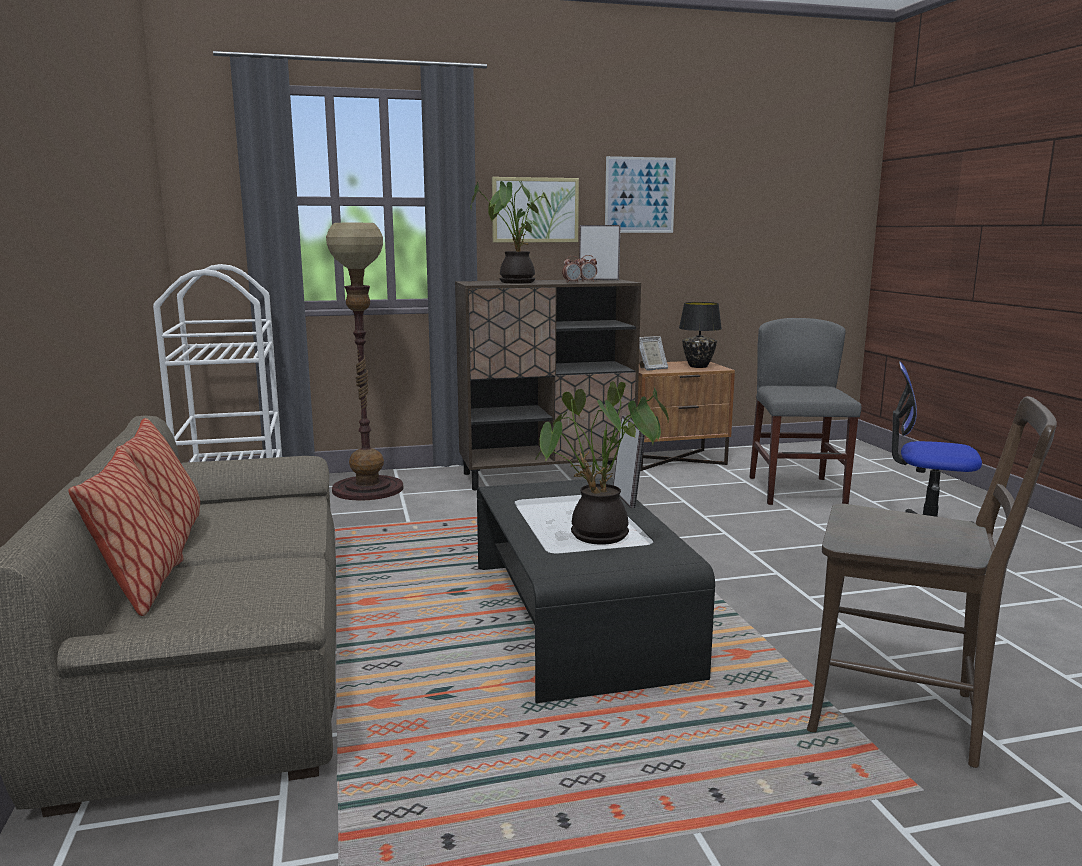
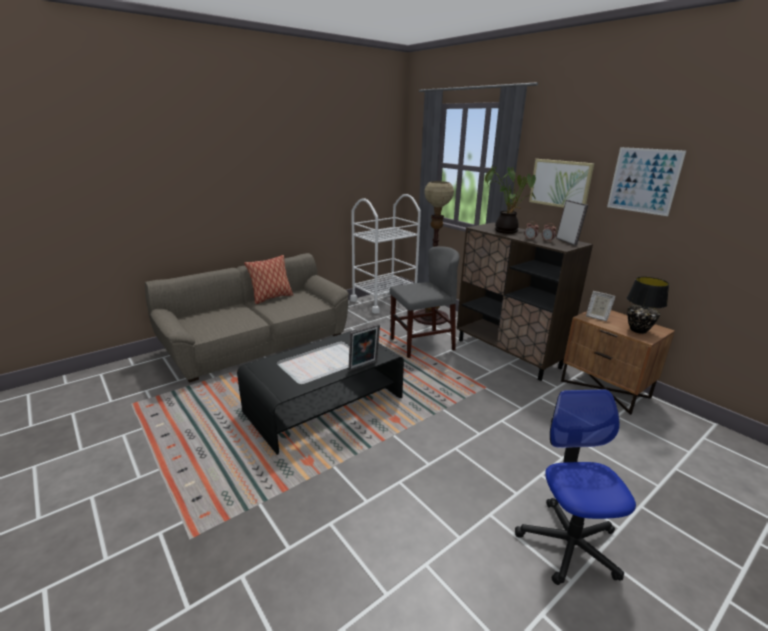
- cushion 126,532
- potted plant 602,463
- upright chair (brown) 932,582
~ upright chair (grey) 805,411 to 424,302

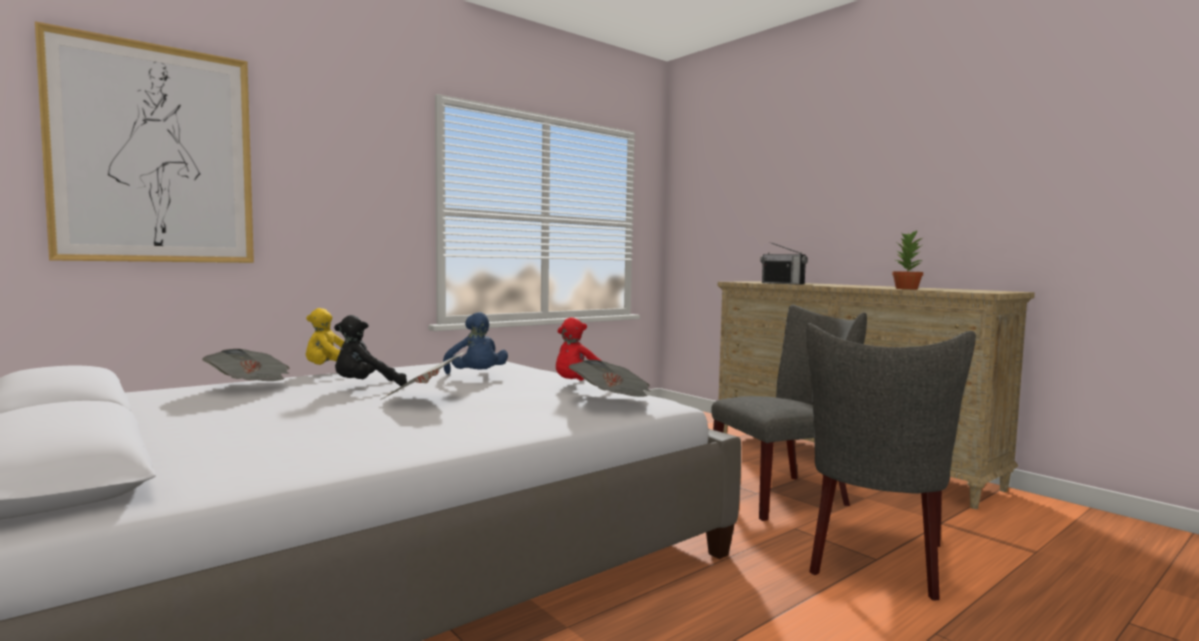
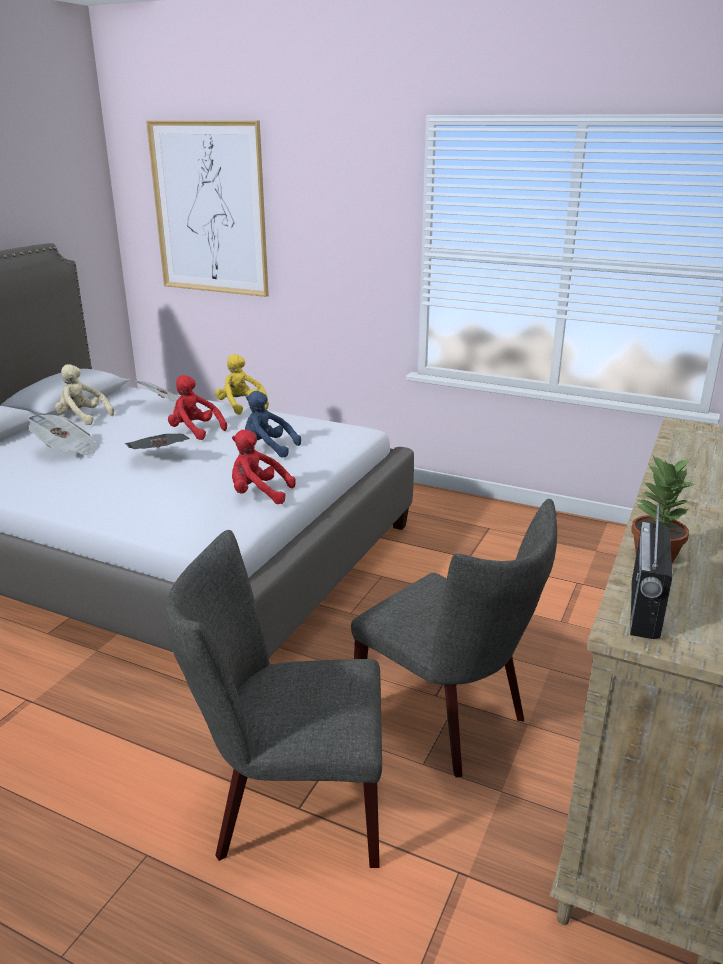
+ plush toy (beige) 84,394
~ newspaper 610,378 to 62,435
~ radio receiver 784,263 to 651,569
~ plush toy (black) 370,350 to plush toy (reddish) 197,407
~ plush toy (bluish) 475,343 = 273,424 75 degrees clockwise

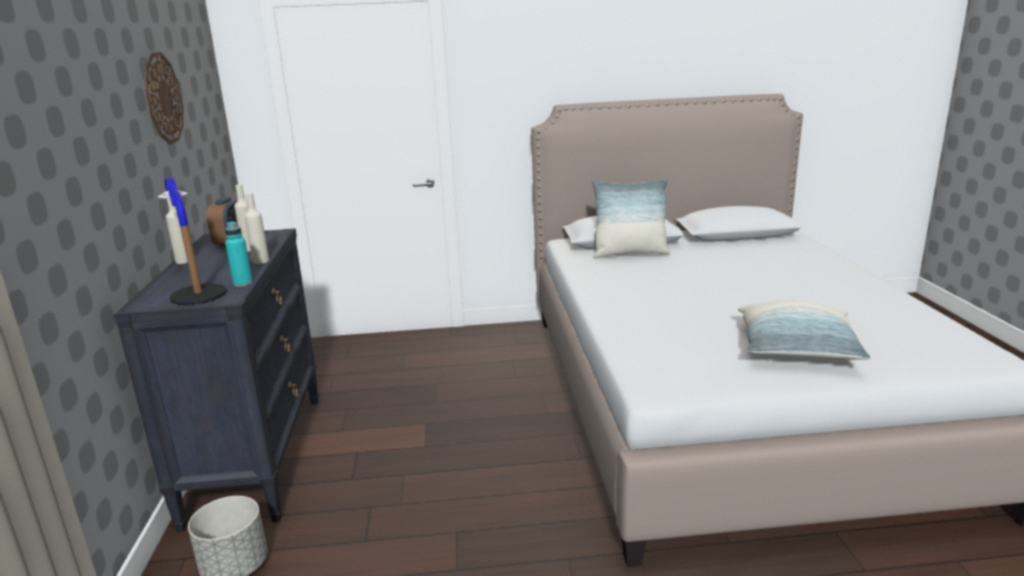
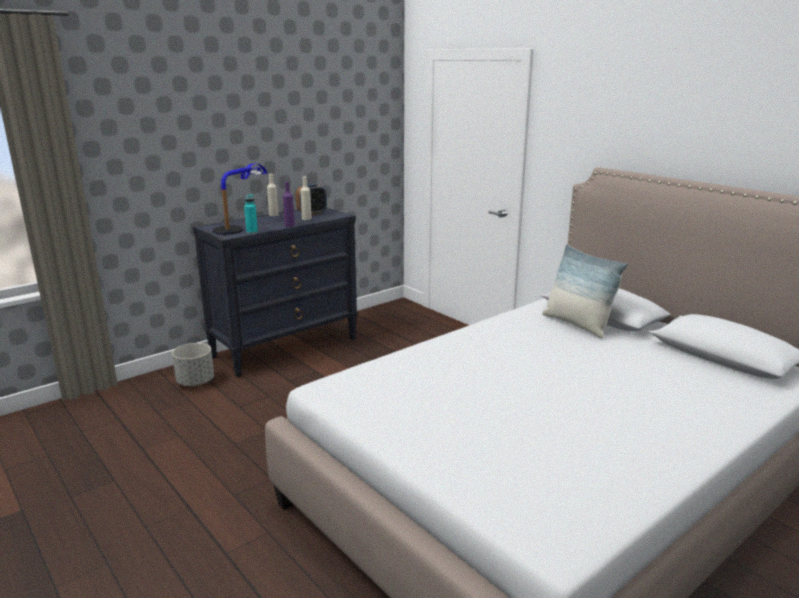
- clock on the wall 164,98
- cushion 804,330
~ beverage bottle (beige) 257,228 to beverage bottle (purplish) 289,204

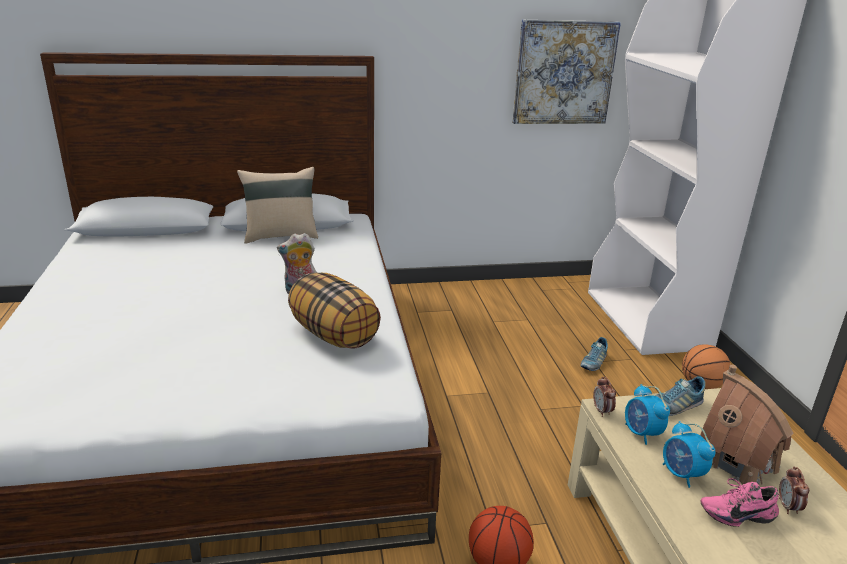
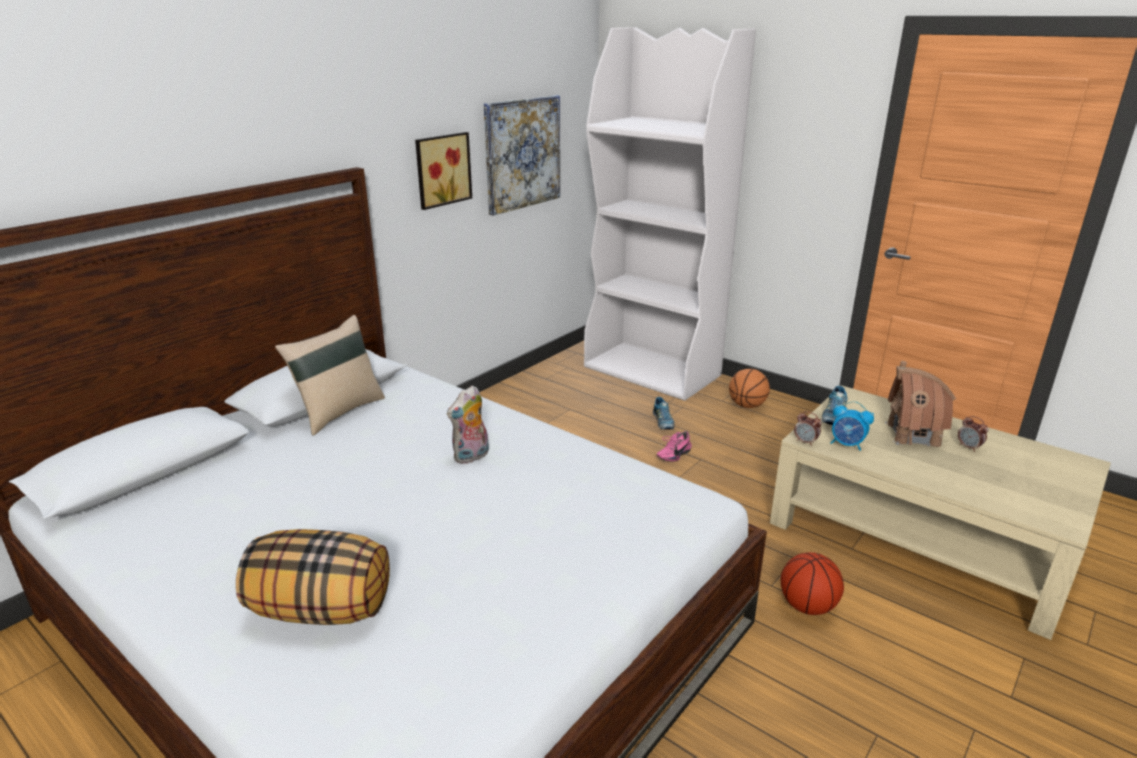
- alarm clock 689,454
+ picture 443,171
~ cushion 334,311 to 313,577
~ low shoe (pink-coloured) 740,502 to 674,446

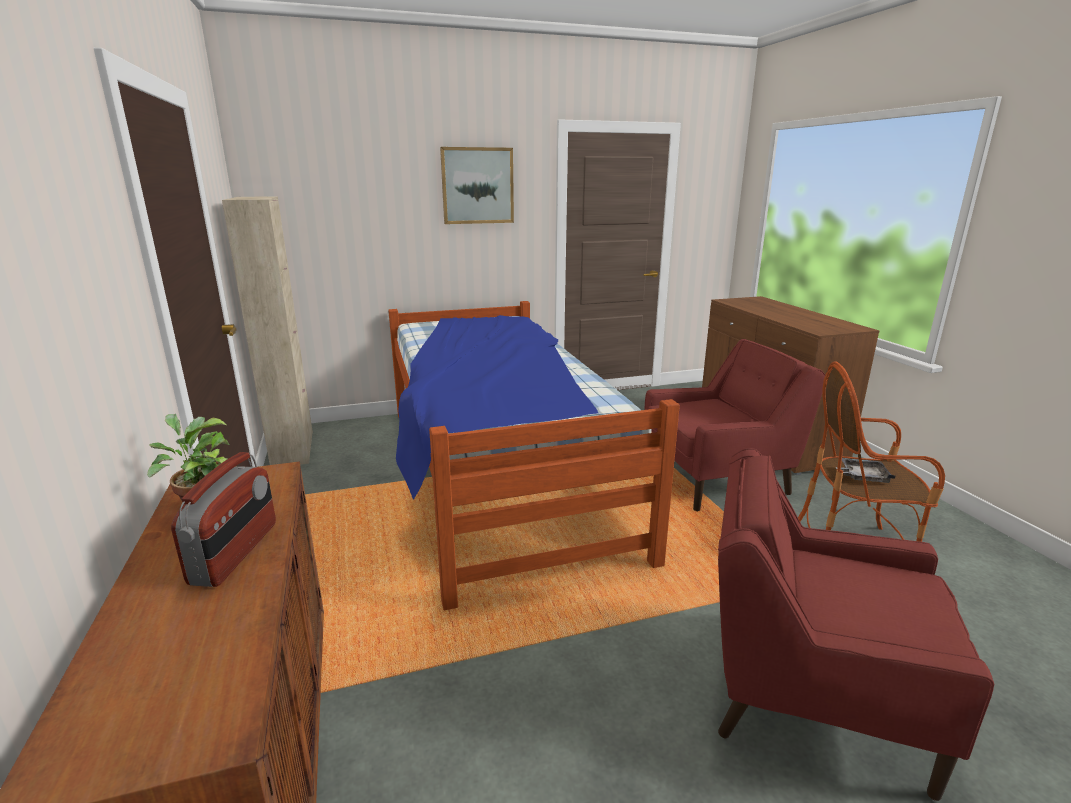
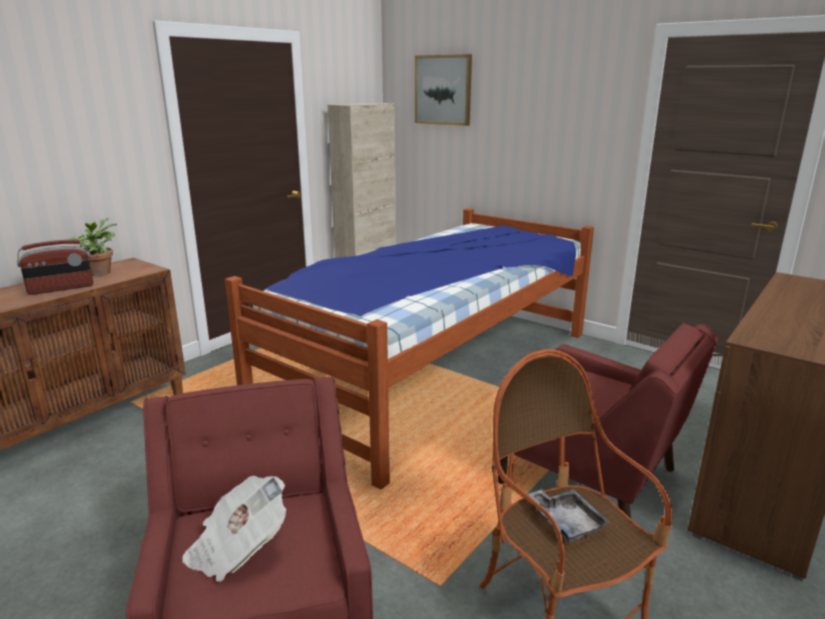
+ newspaper 234,528
~ picture 477,185 to 443,90

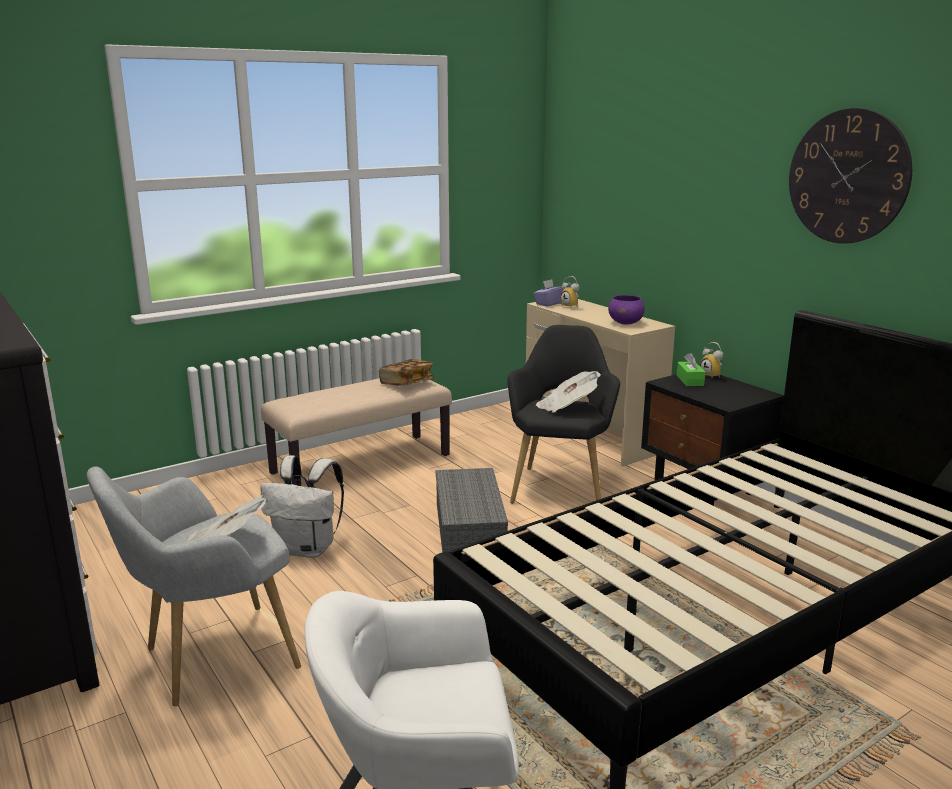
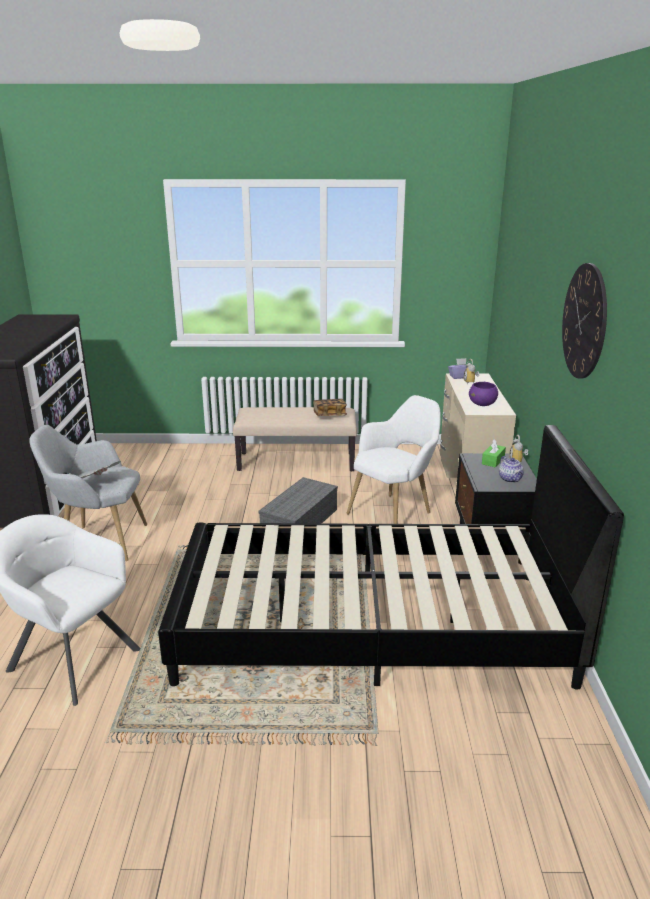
- rucksack (white-coloured) 302,506
- newspaper 568,392
+ tea pot 511,469
~ armchair (black) 563,414 to armchair (white-coloured) 394,459

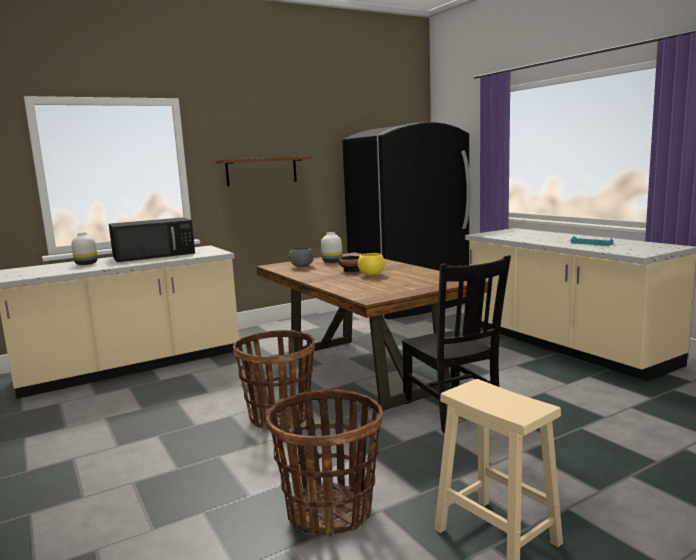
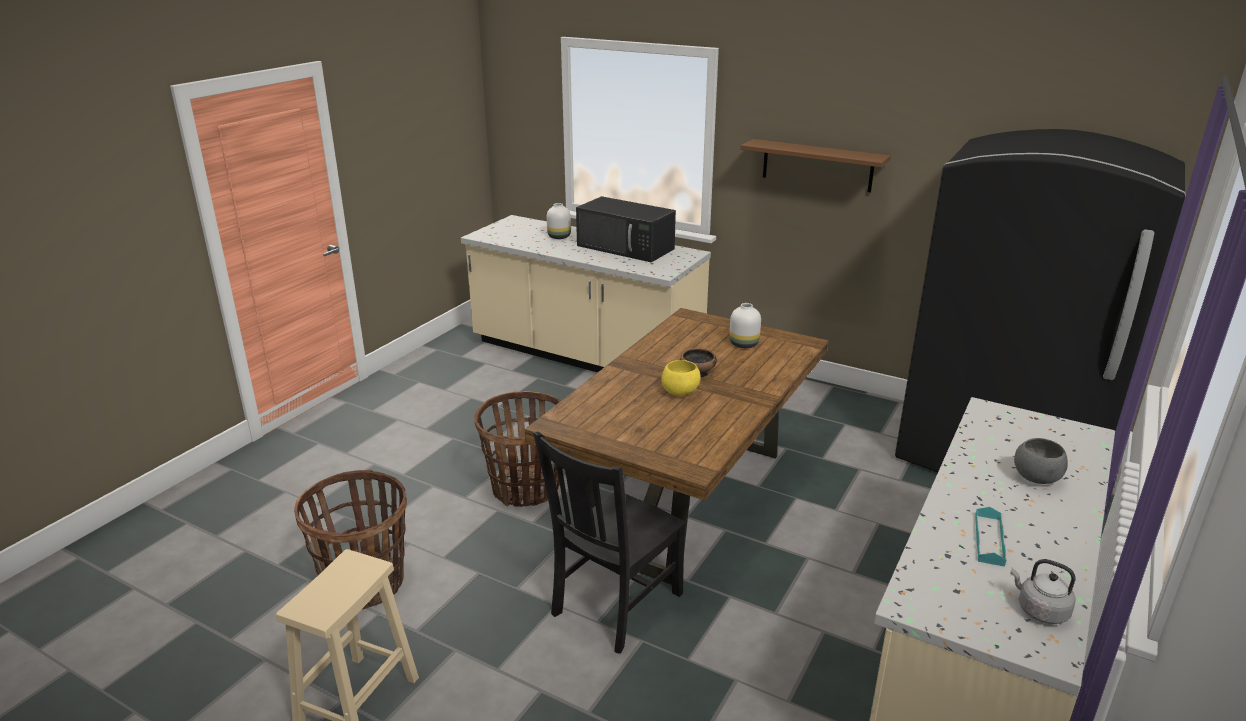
+ kettle (grey) 1043,591
~ bowl (grey) 301,257 to 1041,461

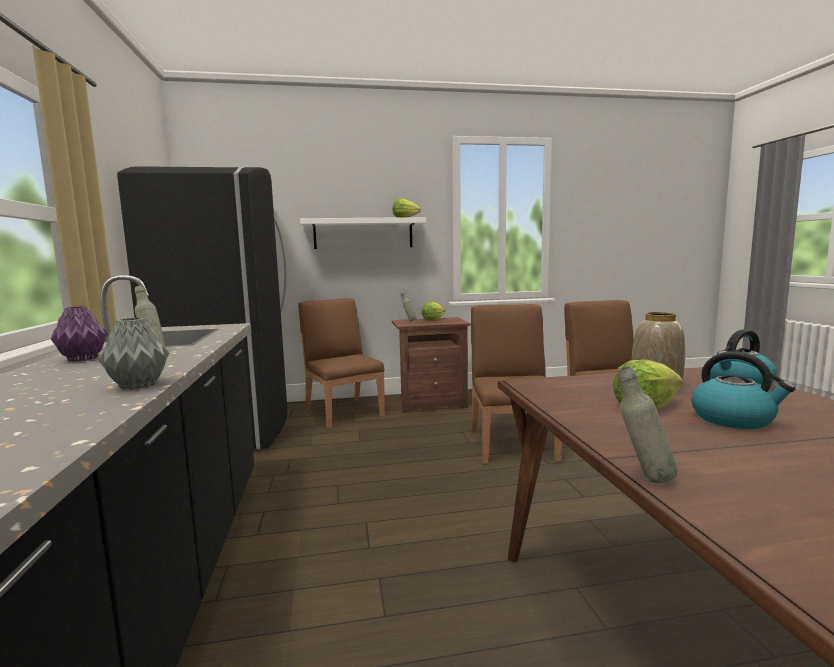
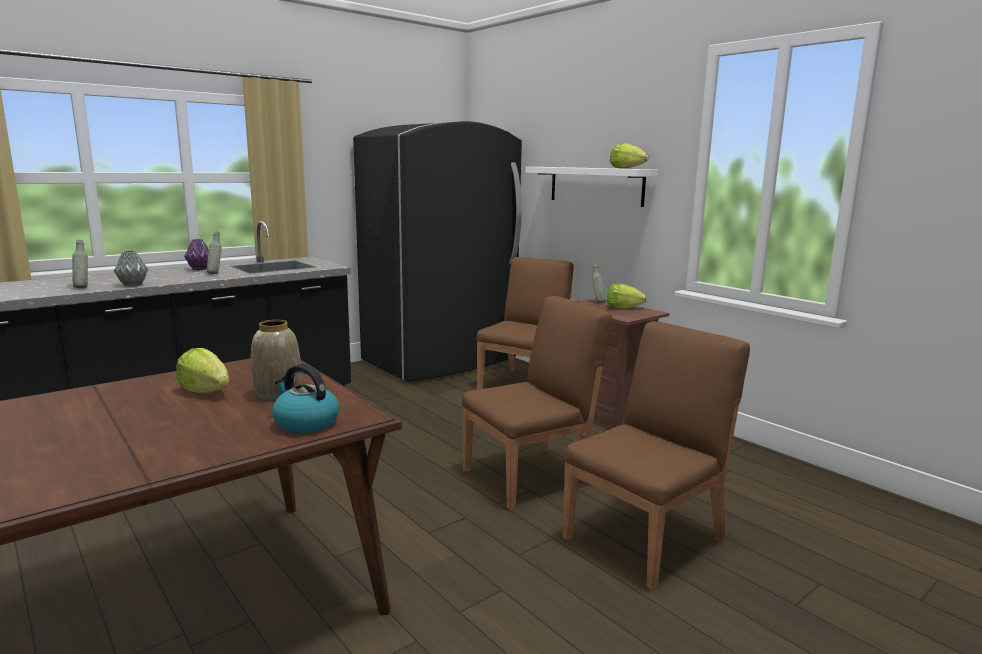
- kettle 743,390
~ beverage bottle (grey) 647,424 to 80,264

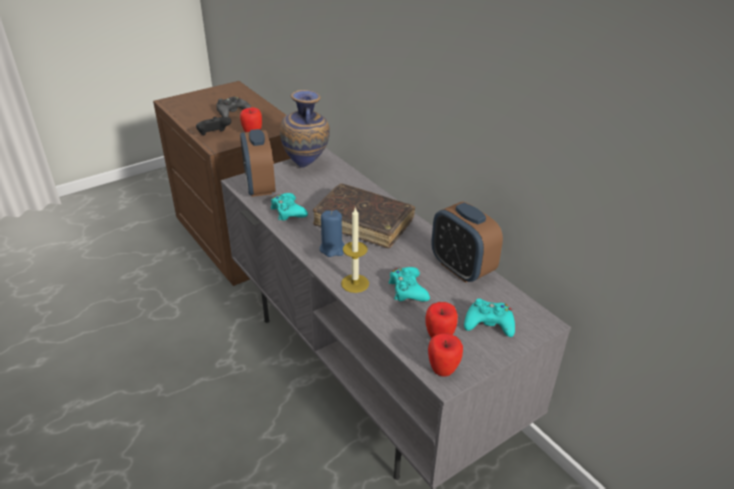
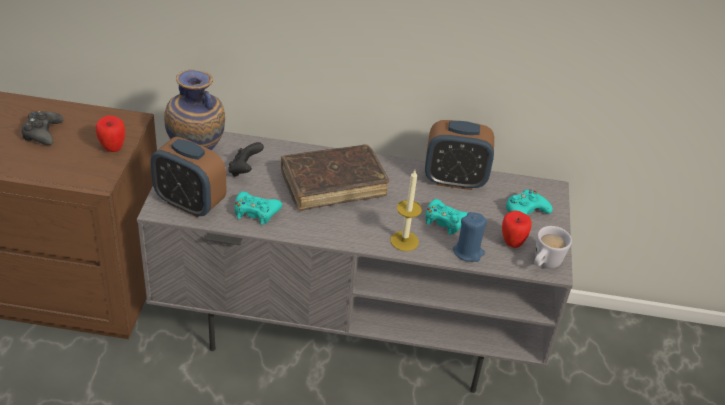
~ joypad (black) 213,125 to 246,159
~ wax light (bluish) 332,233 to 470,237
~ apple fruit 445,354 to coffee mug (white-coloured) 553,247

